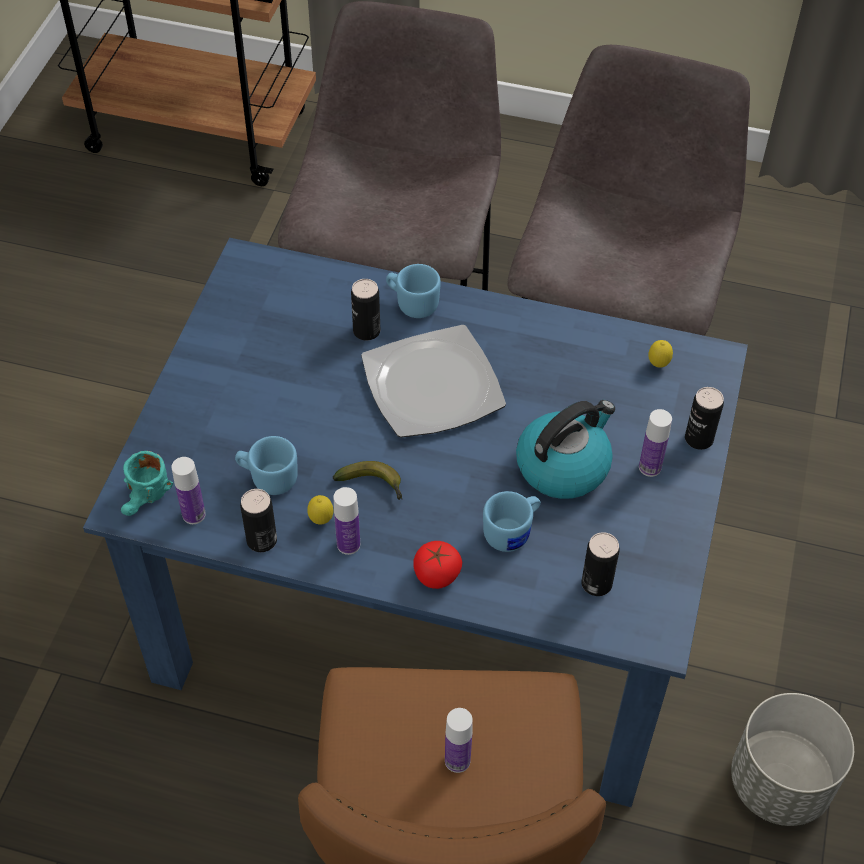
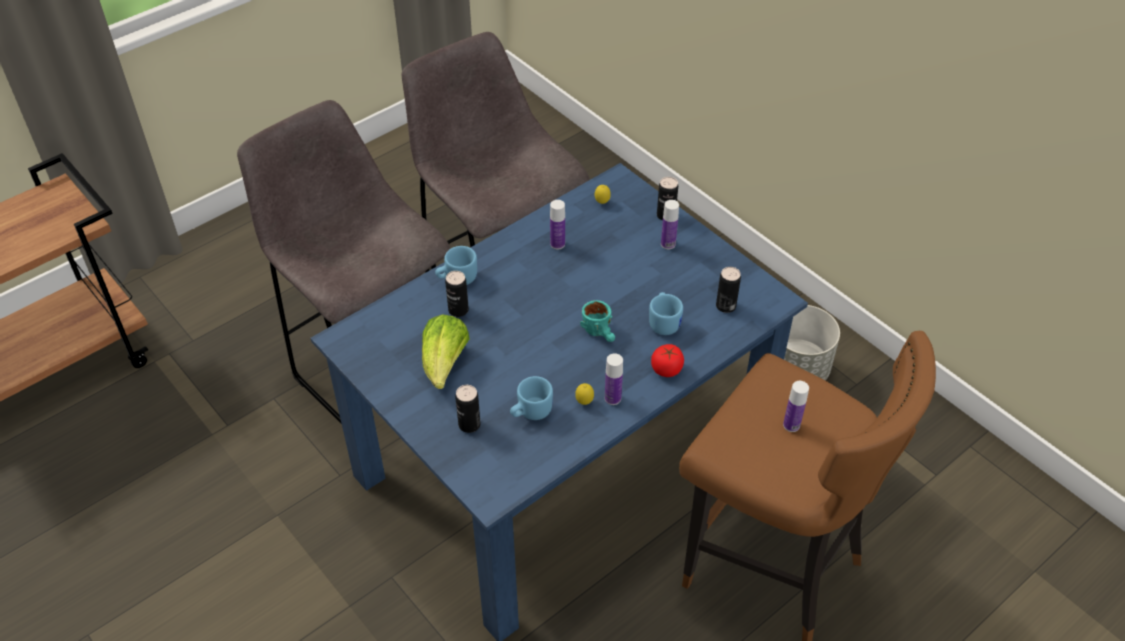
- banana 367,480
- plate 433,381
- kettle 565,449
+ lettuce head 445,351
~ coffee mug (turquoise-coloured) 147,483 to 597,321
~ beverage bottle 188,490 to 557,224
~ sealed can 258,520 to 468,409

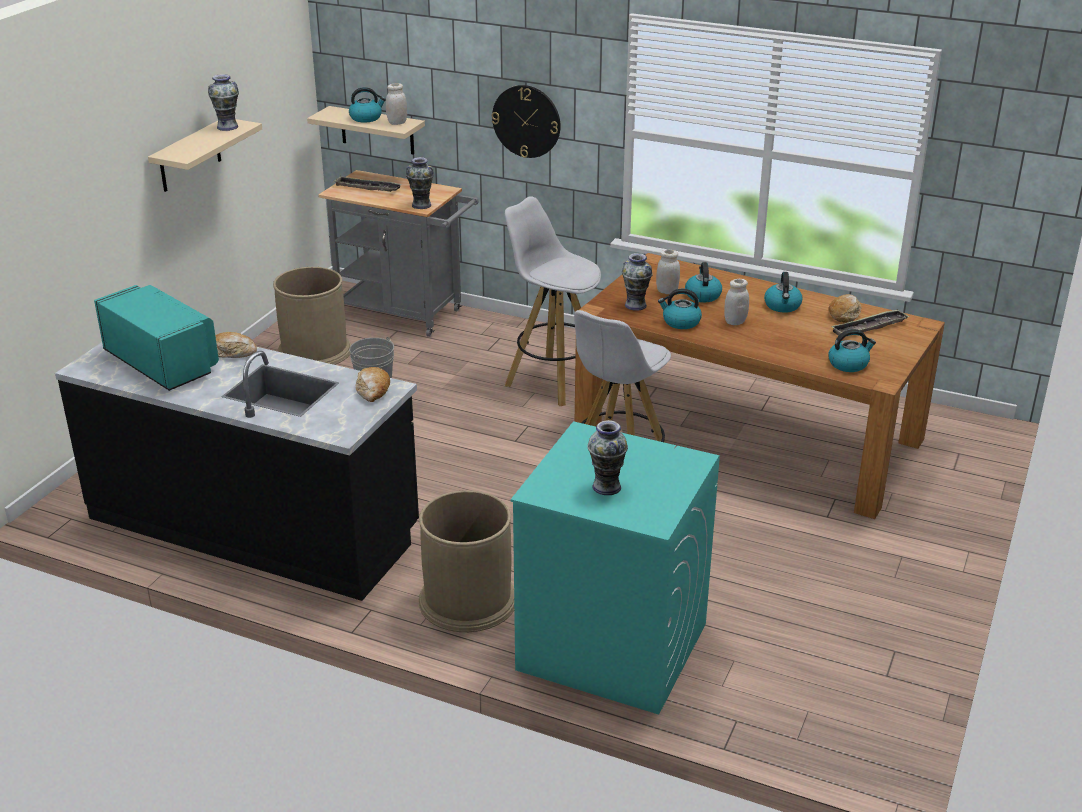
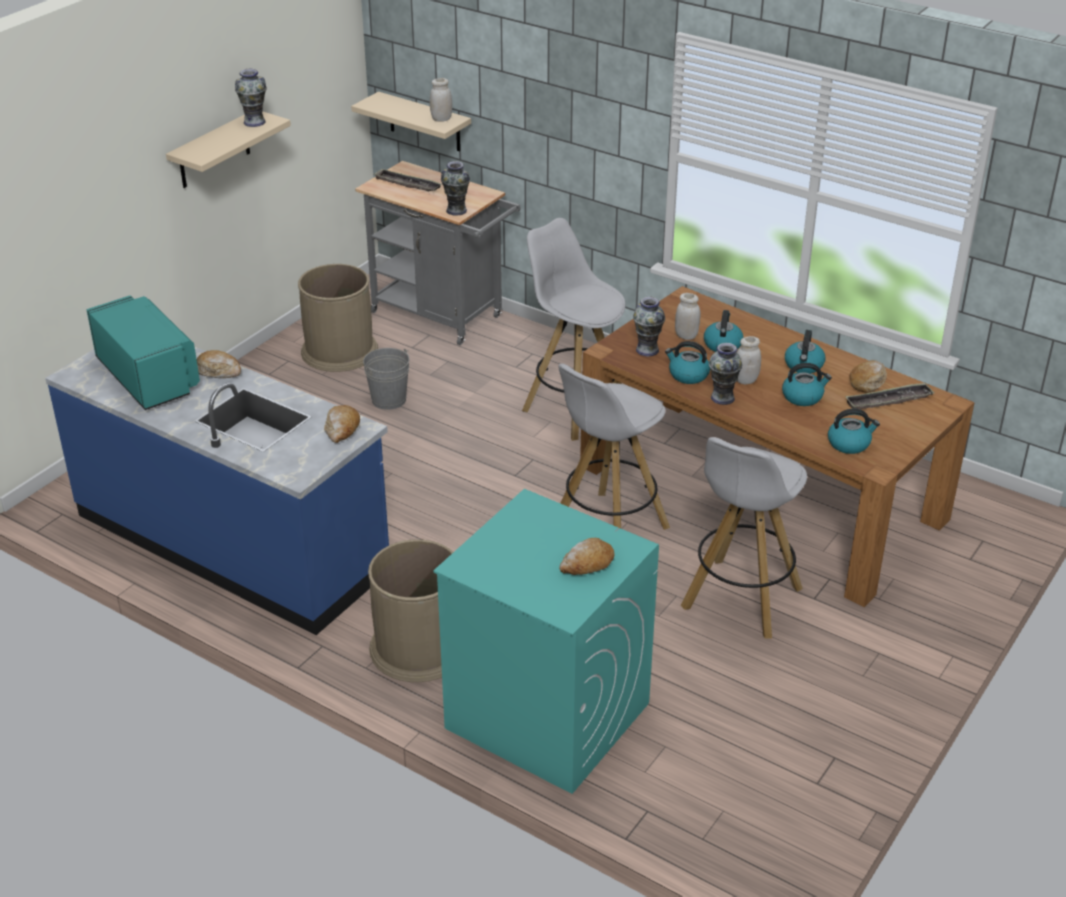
- clock on the wall 526,121
+ baked bread 587,556
+ sitting stool (white-coloured) 744,538
~ kettle 367,104 to 807,384
~ vase 607,457 to 725,374
~ kitchen base unit (black) 237,471 to kitchen base unit (bluish) 217,491

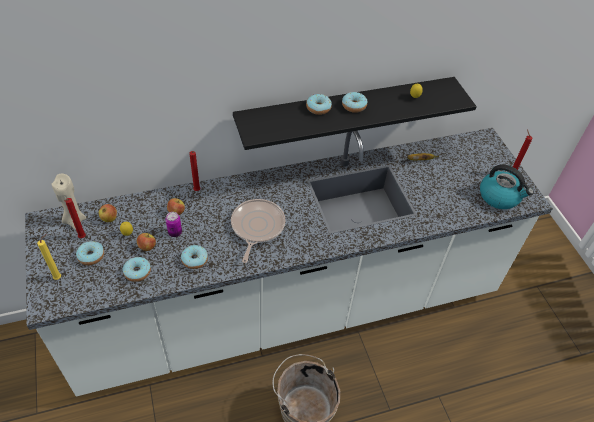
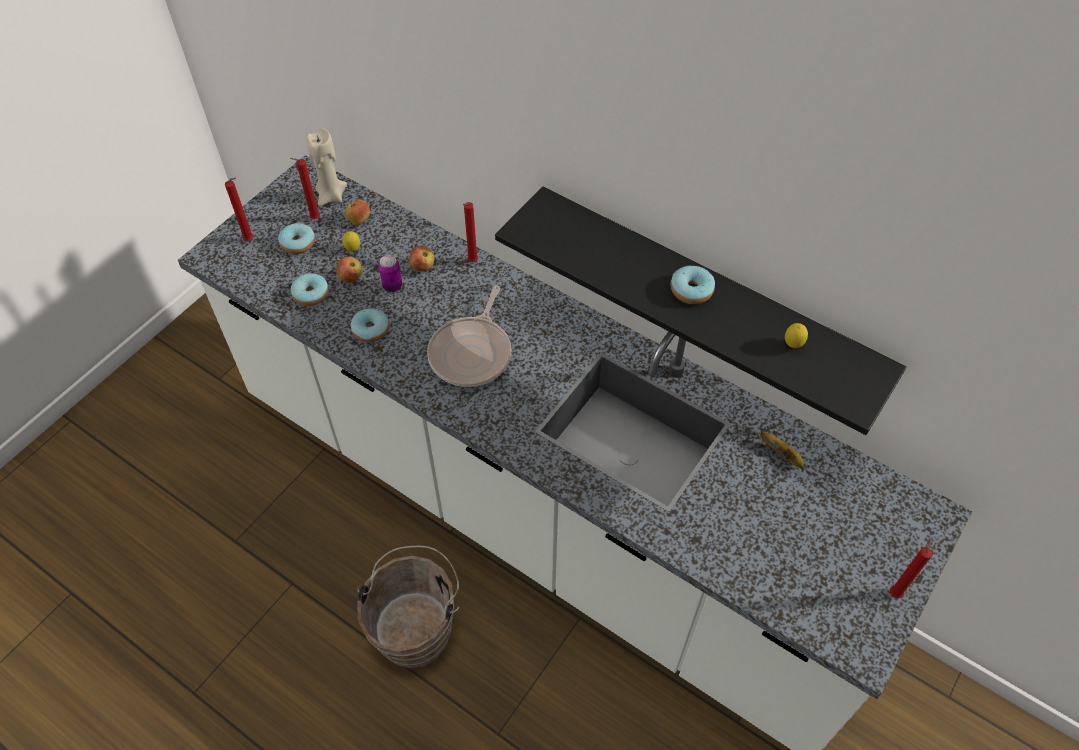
- donut 319,104
- kettle 507,186
~ wax light (yellow) 49,257 to wax light (reddish) 239,209
~ pan 258,231 = 469,336 135 degrees clockwise

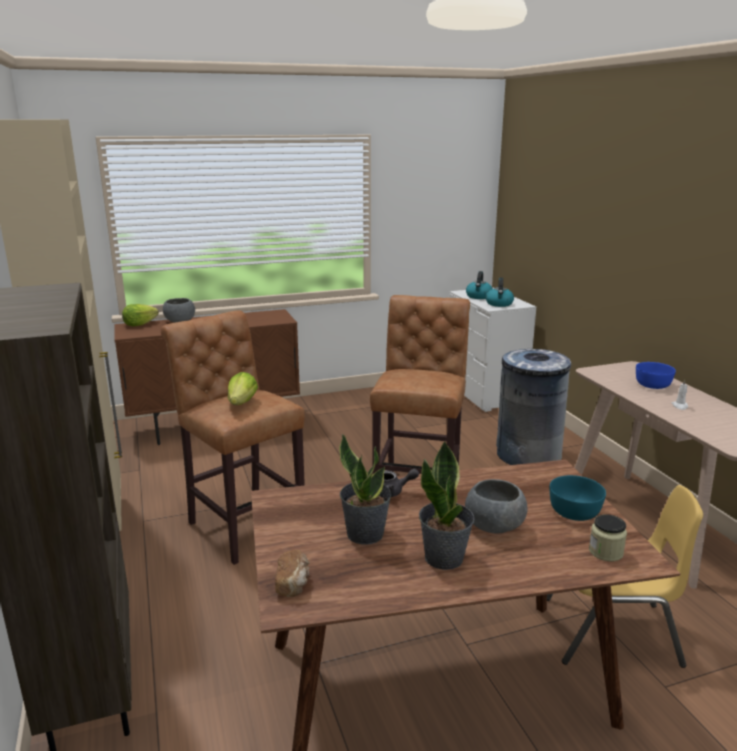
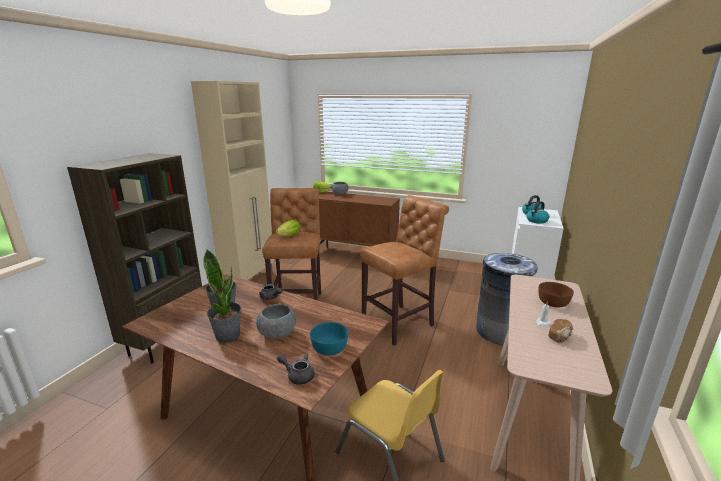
~ baked bread 292,573 to 560,331
~ preserve jar 608,538 to tea pot (grey) 295,369
~ bowl (bluish) 656,375 to bowl (brown) 556,294

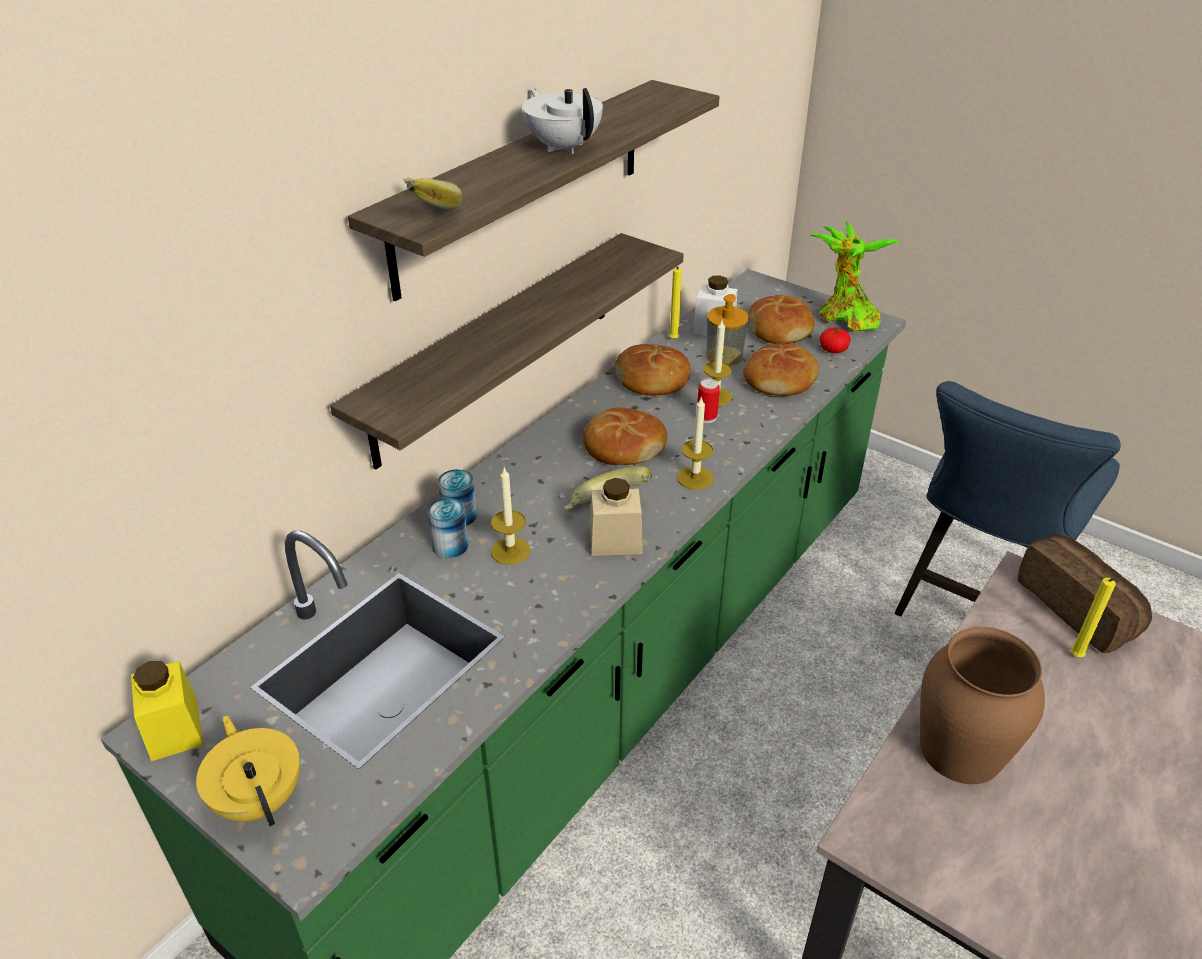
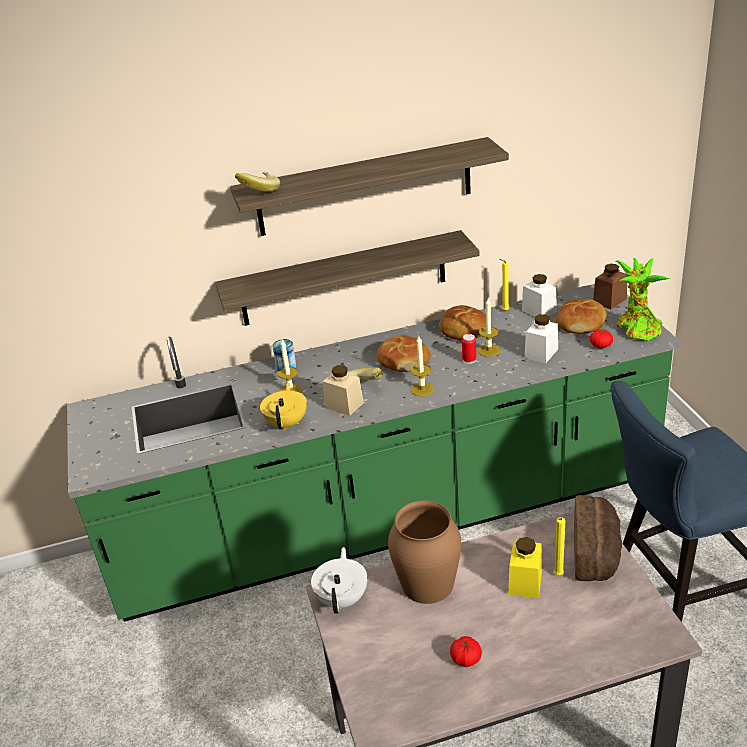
- sealed can 447,528
- soap bottle 728,330
+ whole tomato 466,651
+ preserve jar (brown) 610,287
~ preserve jar (yellow) 167,711 to 525,567
~ tea pot (yellow) 248,771 to 283,407
~ tea pot (white-coloured) 562,121 to 339,580
~ baked bread 781,369 to preserve jar (white-coloured) 541,339

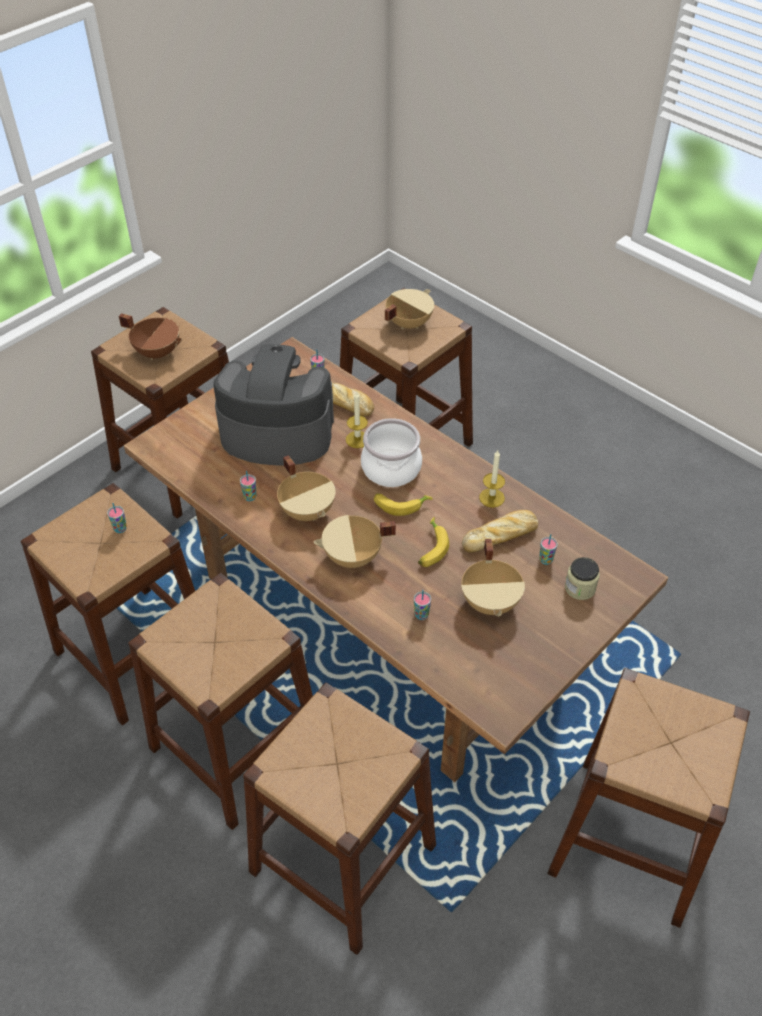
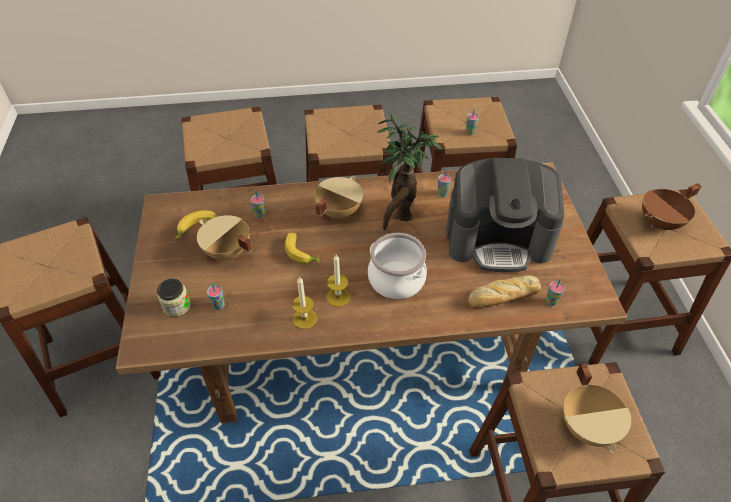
- baked bread 500,531
~ wax light 357,419 to 338,281
~ banana 403,504 to 195,225
~ saucepot (beige) 306,488 to potted plant 409,171
~ coffee machine 274,405 = 505,215 45 degrees clockwise

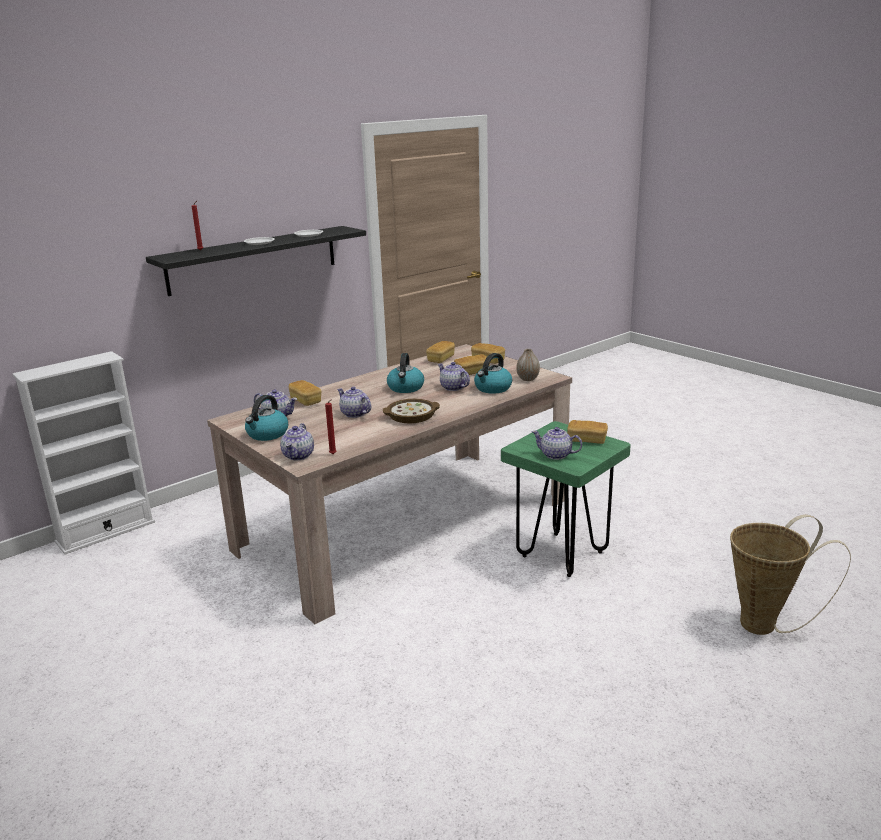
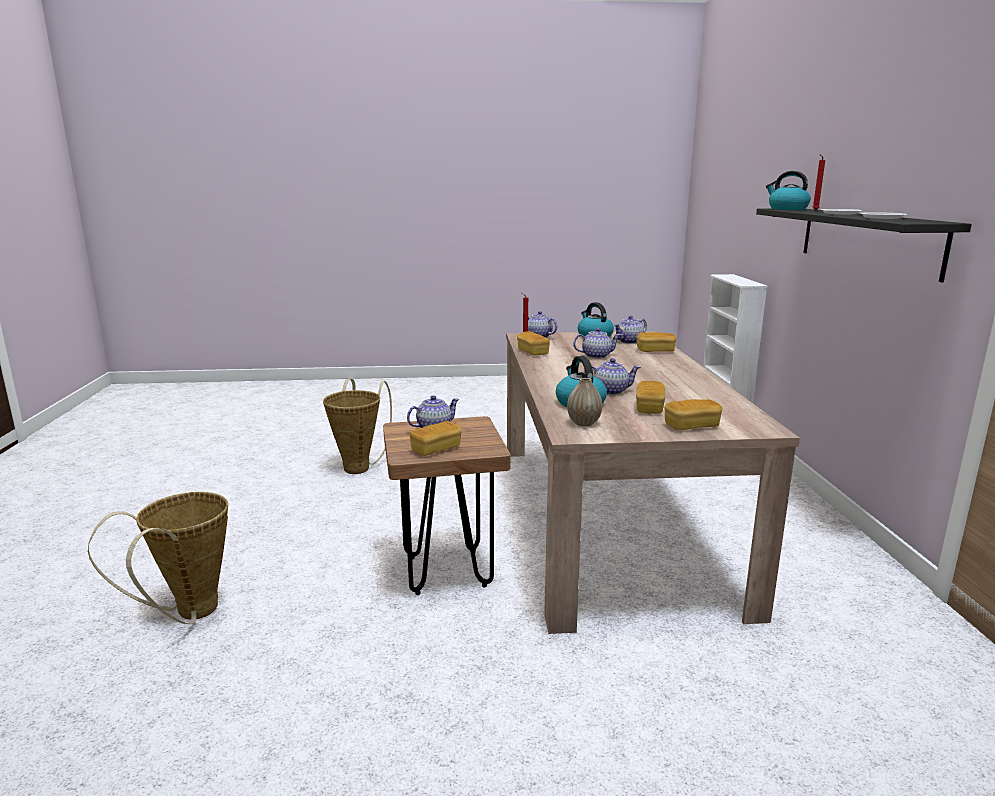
- bowl 411,411
+ basket 357,426
~ kettle 405,373 to 788,190
~ baked bread 440,352 to 533,343
~ sitting stool (green) 566,499 to sitting stool (brown) 447,505

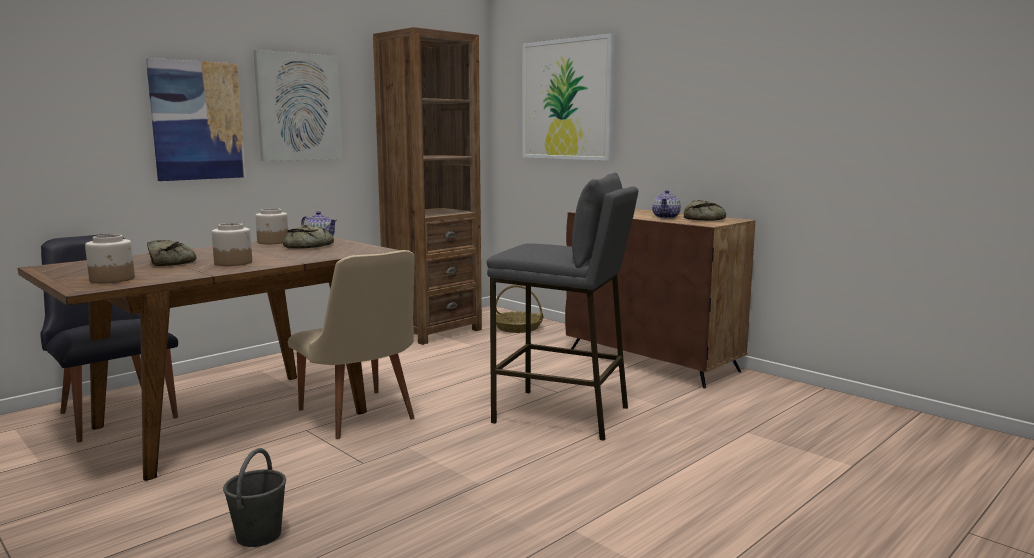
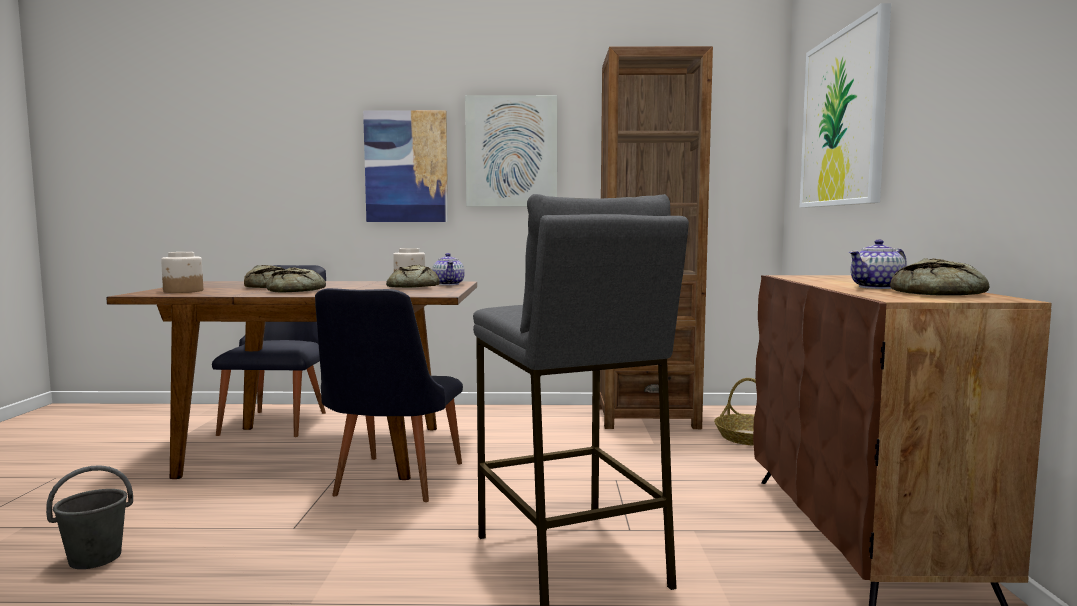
~ preserve jar 232,244 to baked bread 296,279
~ upright chair (beige) 351,344 to upright chair (black) 389,395

